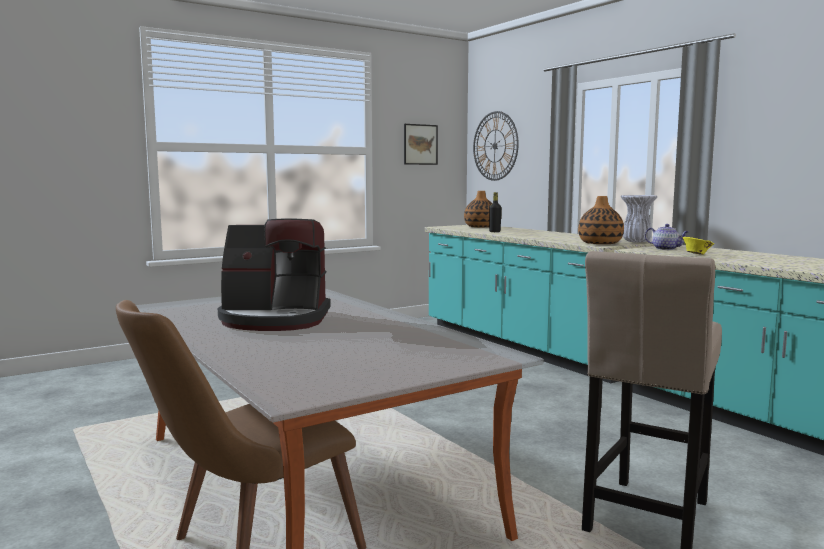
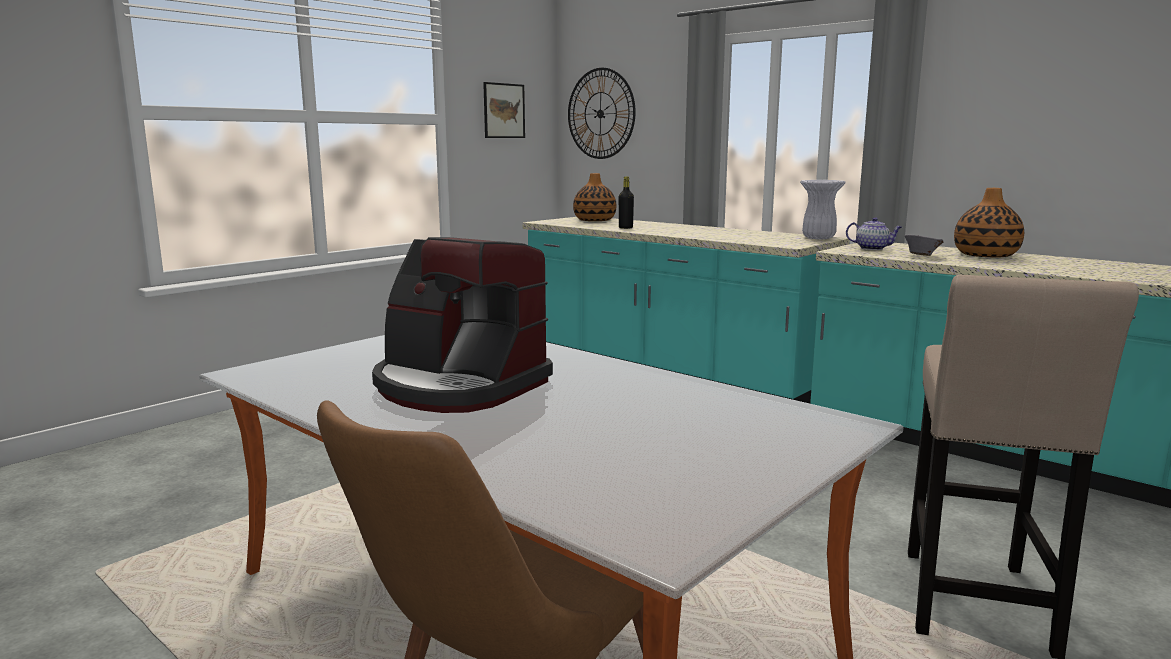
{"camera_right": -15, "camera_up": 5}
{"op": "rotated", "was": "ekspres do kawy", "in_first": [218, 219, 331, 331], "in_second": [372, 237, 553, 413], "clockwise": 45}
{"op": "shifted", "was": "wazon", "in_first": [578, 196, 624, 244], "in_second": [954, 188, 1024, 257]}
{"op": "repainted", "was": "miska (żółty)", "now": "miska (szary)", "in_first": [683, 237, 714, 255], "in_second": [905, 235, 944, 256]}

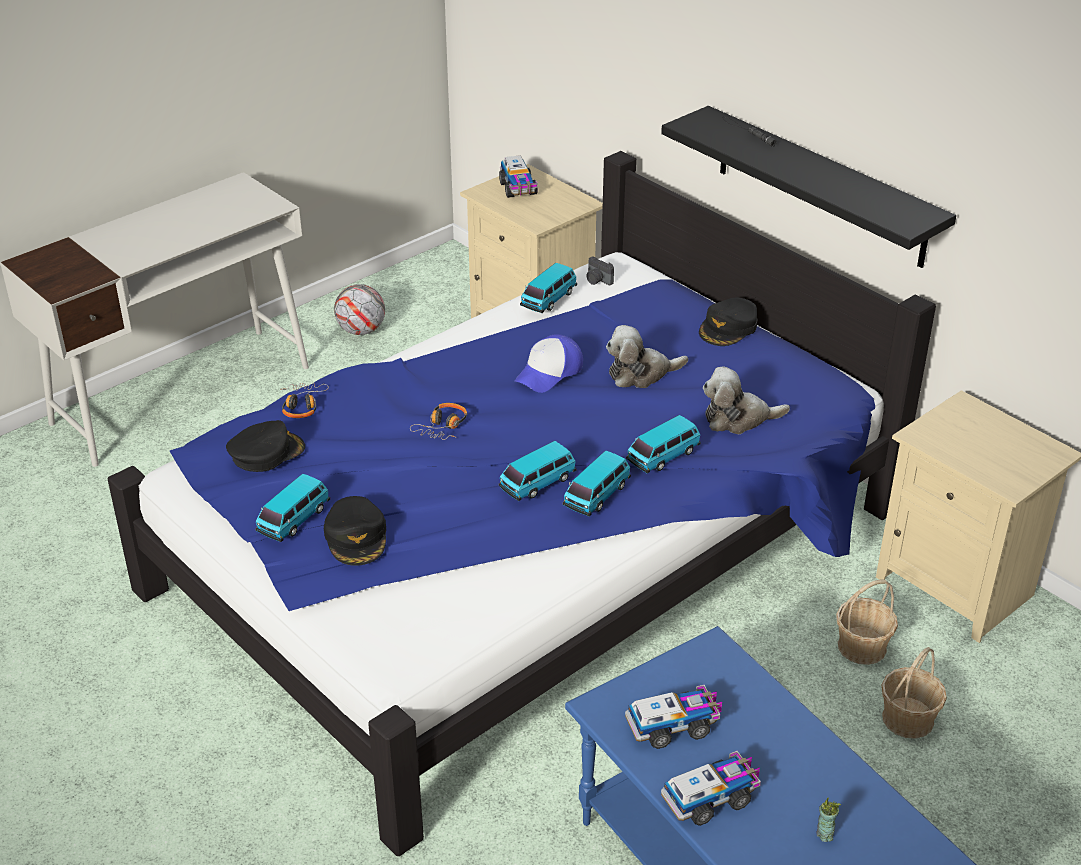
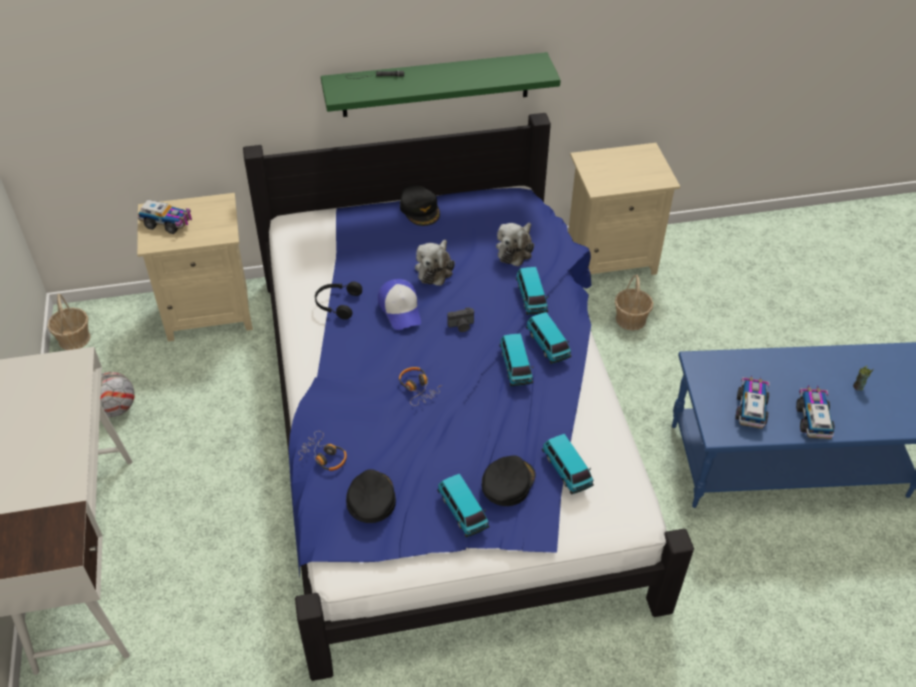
{"camera_right": -60, "camera_up": 10}
{"op": "rotated", "was": "czapka z daszkiem (czarny)", "in_first": [324, 496, 386, 566], "in_second": [482, 455, 536, 506], "clockwise": -75}
{"op": "shifted", "was": "samochodzik", "in_first": [520, 263, 577, 313], "in_second": [542, 434, 594, 495]}
{"op": "shifted", "was": "aparat fotograficzny", "in_first": [586, 257, 614, 285], "in_second": [448, 307, 474, 332]}
{"op": "repainted", "was": "półka (czarny)", "now": "półka (zielony)", "in_first": [661, 106, 956, 268], "in_second": [321, 52, 561, 117]}
{"op": "shifted", "was": "koszyk", "in_first": [881, 647, 947, 739], "in_second": [48, 294, 91, 350]}
{"op": "new", "now": "słuchawki (czarny)", "in_second": [315, 281, 362, 320]}

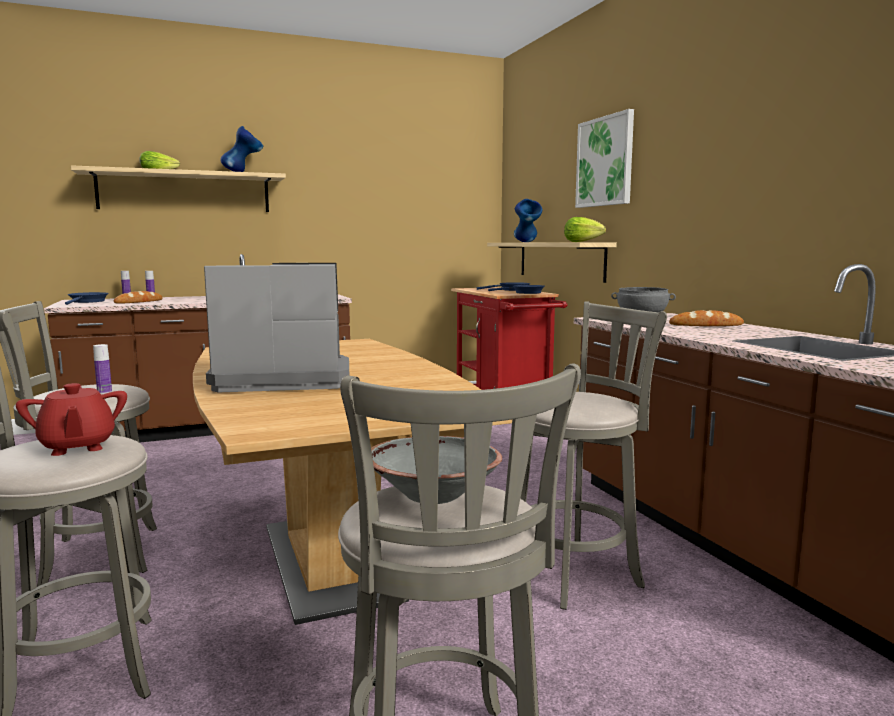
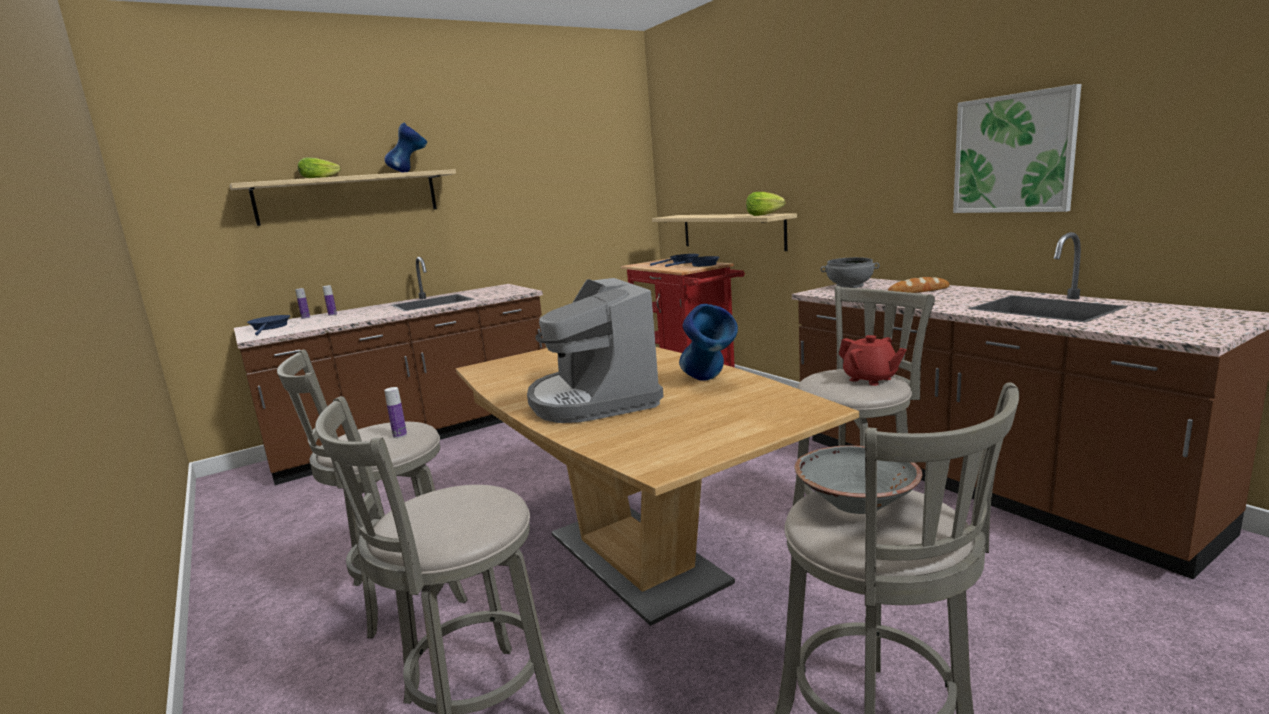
{"camera_right": -10, "camera_up": 5}
{"op": "shifted", "was": "imbryk (czerwony)", "in_first": [16, 383, 127, 456], "in_second": [839, 335, 907, 386]}
{"op": "gone", "was": "chleb", "in_first": [114, 291, 163, 304]}
{"op": "rotated", "was": "ekspres do kawy", "in_first": [204, 263, 349, 392], "in_second": [527, 278, 664, 423], "clockwise": -90}
{"op": "shifted", "was": "wazon (niebieski)", "in_first": [514, 199, 542, 242], "in_second": [679, 304, 738, 381]}
{"op": "shifted", "was": "obraz", "in_first": [575, 109, 634, 208], "in_second": [953, 84, 1081, 213]}

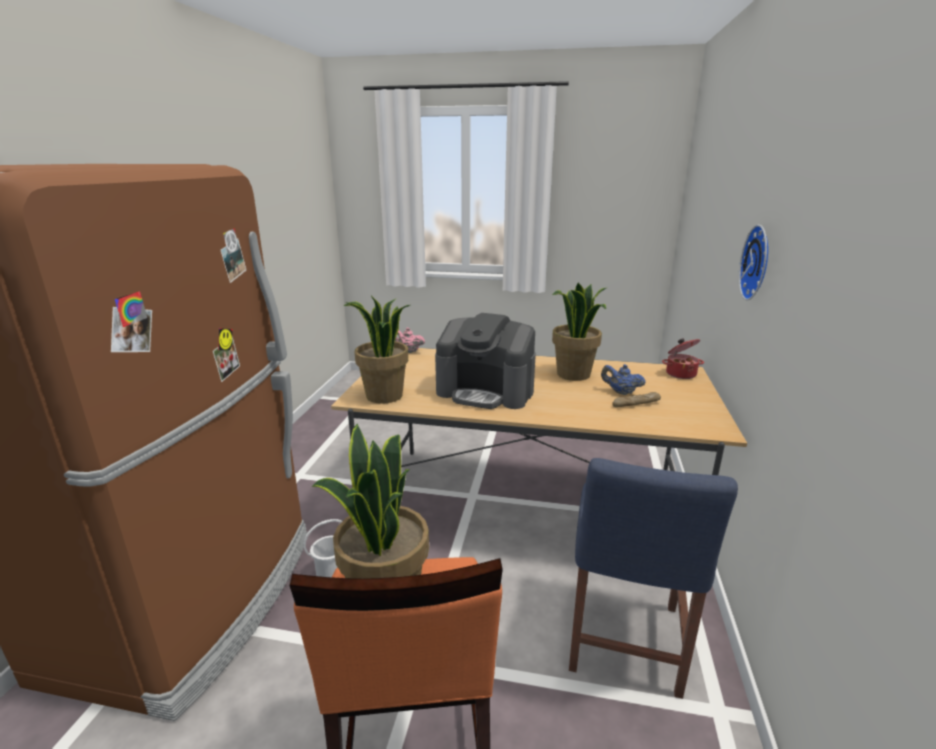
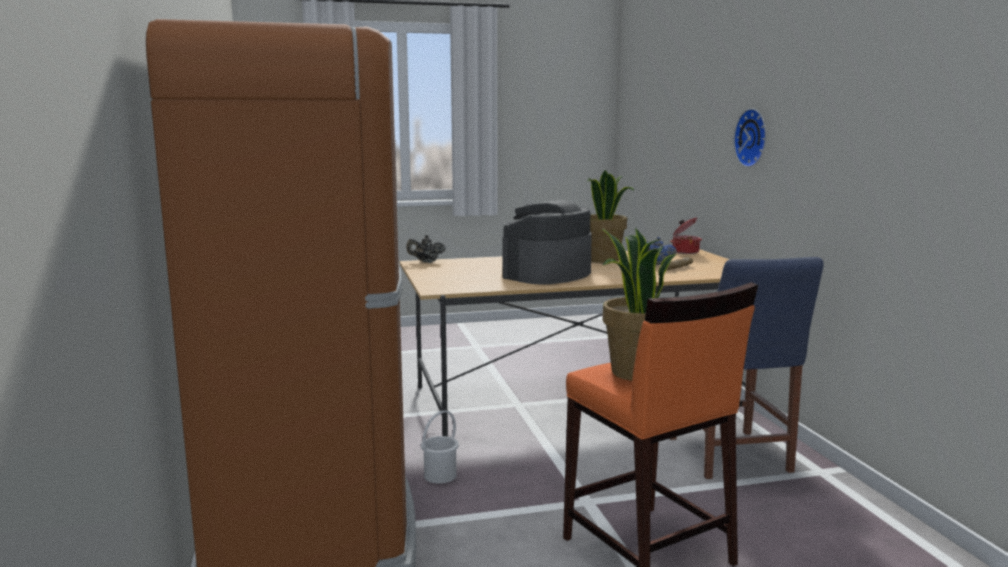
{"camera_right": -25, "camera_up": -10}
{"op": "gone", "was": "roślina doniczkowa", "in_first": [343, 296, 410, 404]}
{"op": "repainted", "was": "imbryk (różowy)", "now": "imbryk (czarny)", "in_first": [395, 327, 425, 353], "in_second": [406, 235, 446, 263]}
{"op": "rotated", "was": "ekspres do kawy", "in_first": [435, 313, 536, 409], "in_second": [503, 200, 592, 284], "clockwise": 135}

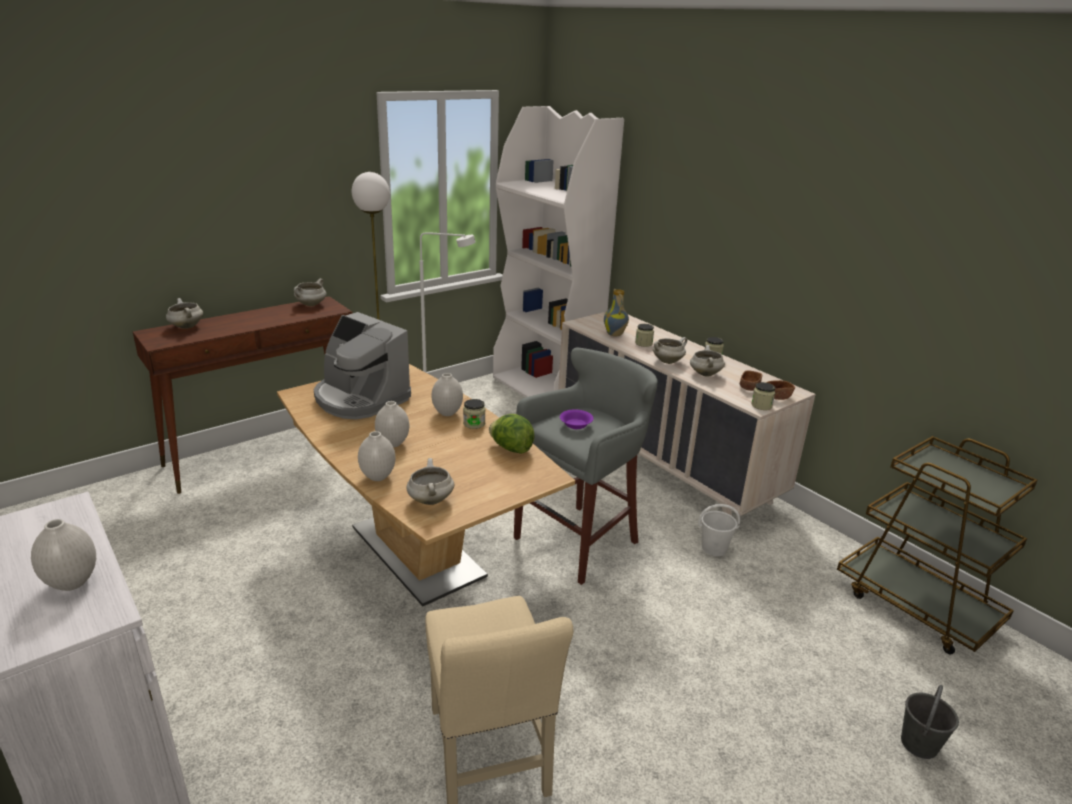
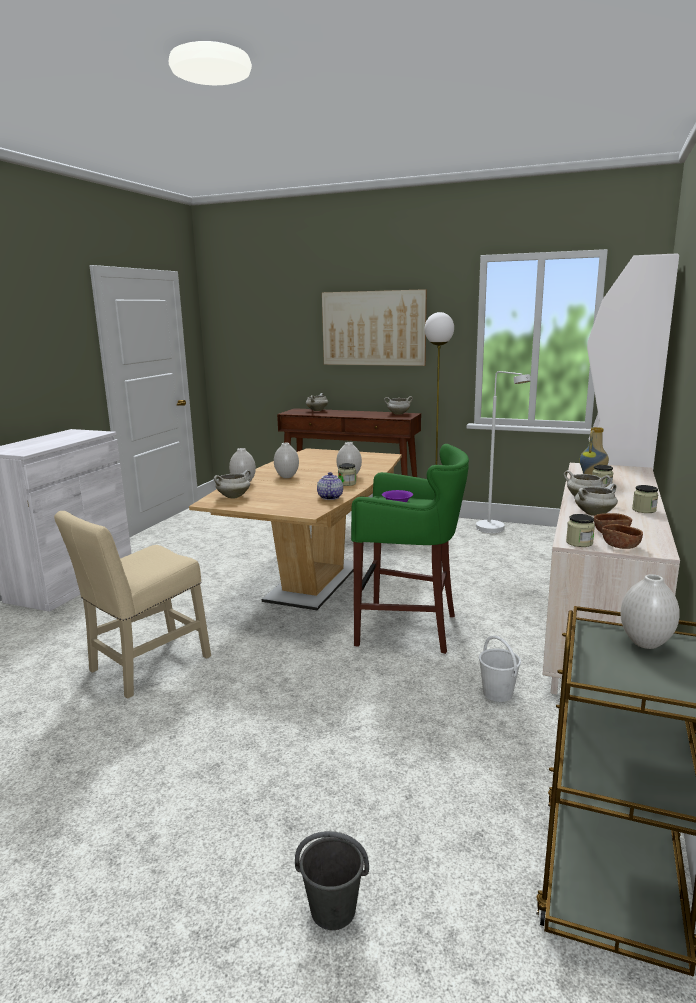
{"camera_right": 60, "camera_up": -10}
{"op": "shifted", "was": "wazon (biały)", "in_first": [31, 519, 96, 591], "in_second": [620, 574, 680, 649]}
{"op": "gone", "was": "ekspres do kawy", "in_first": [314, 312, 411, 420]}
{"op": "swapped", "was": "sałata", "now": "imbryk", "in_first": [489, 414, 535, 454], "in_second": [317, 472, 343, 500]}
{"op": "repainted", "was": "stołek (szary)", "now": "stołek (zielony)", "in_first": [514, 348, 658, 585], "in_second": [351, 444, 469, 654]}
{"op": "new", "now": "obraz", "in_second": [322, 289, 427, 366]}

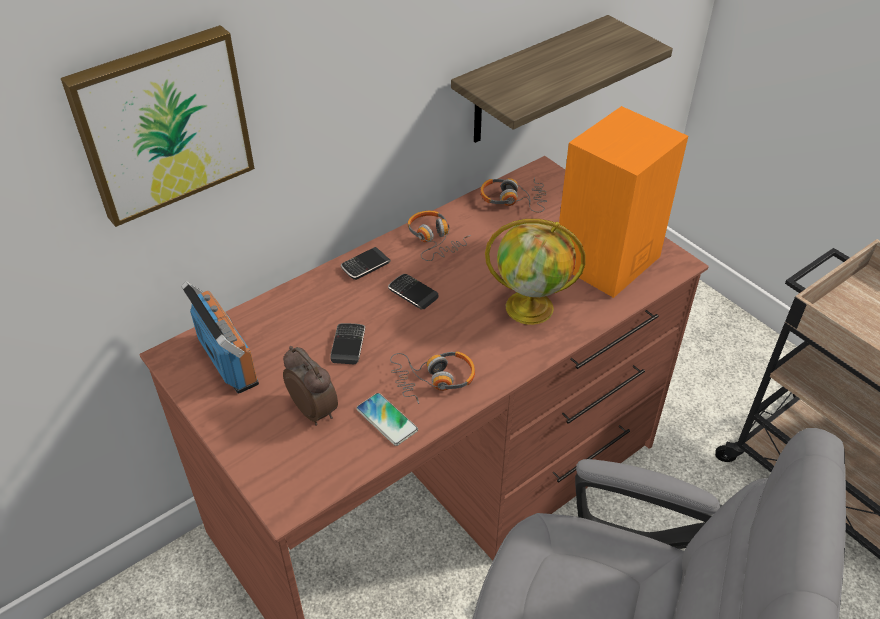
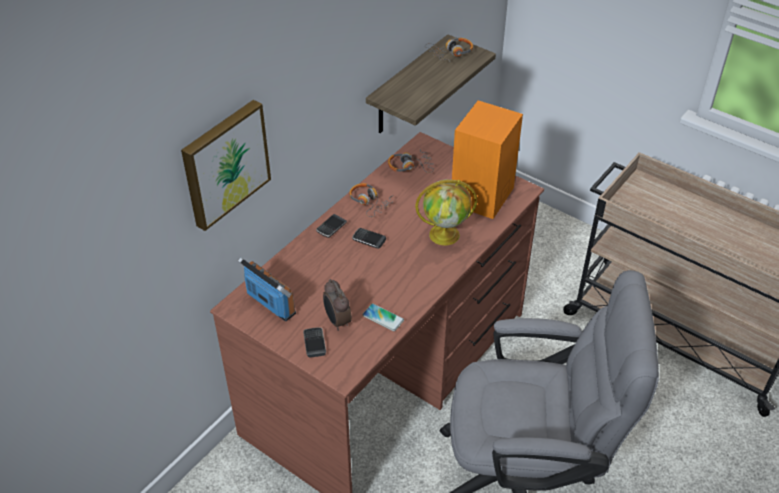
{"camera_right": -15, "camera_up": 0}
{"op": "rotated", "was": "budzik", "in_first": [283, 346, 338, 425], "in_second": [323, 279, 352, 331], "clockwise": -150}
{"op": "shifted", "was": "telefon", "in_first": [330, 323, 365, 364], "in_second": [303, 327, 326, 358]}
{"op": "shifted", "was": "słuchawki", "in_first": [390, 351, 475, 404], "in_second": [425, 38, 473, 61]}

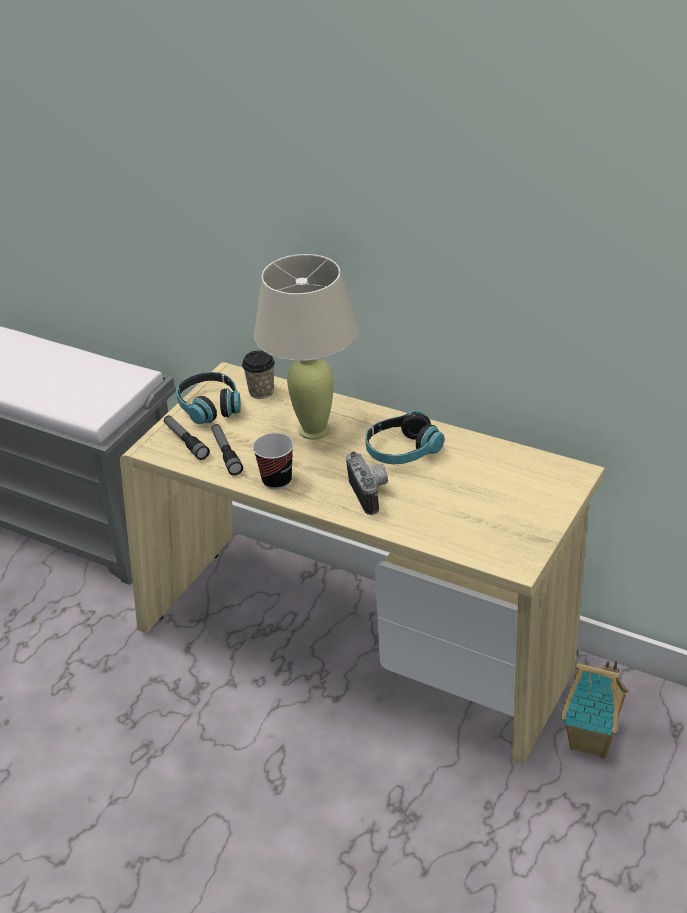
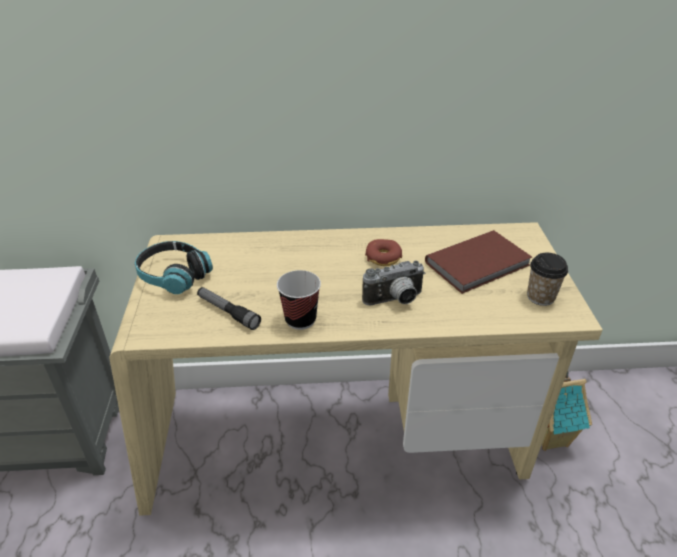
{"camera_right": -35, "camera_up": 0}
{"op": "gone", "was": "latarka", "in_first": [164, 415, 210, 460]}
{"op": "shifted", "was": "filiżanka", "in_first": [242, 350, 275, 399], "in_second": [527, 253, 568, 306]}
{"op": "gone", "was": "lampa stołowa (beżowy)", "in_first": [254, 254, 358, 440]}
{"op": "rotated", "was": "aparat fotograficzny", "in_first": [346, 451, 388, 515], "in_second": [362, 260, 425, 305], "clockwise": 120}
{"op": "swapped", "was": "słuchawki", "now": "donut", "in_first": [365, 410, 445, 464], "in_second": [365, 239, 402, 266]}
{"op": "new", "now": "książka (brązowy)", "in_second": [425, 230, 532, 294]}

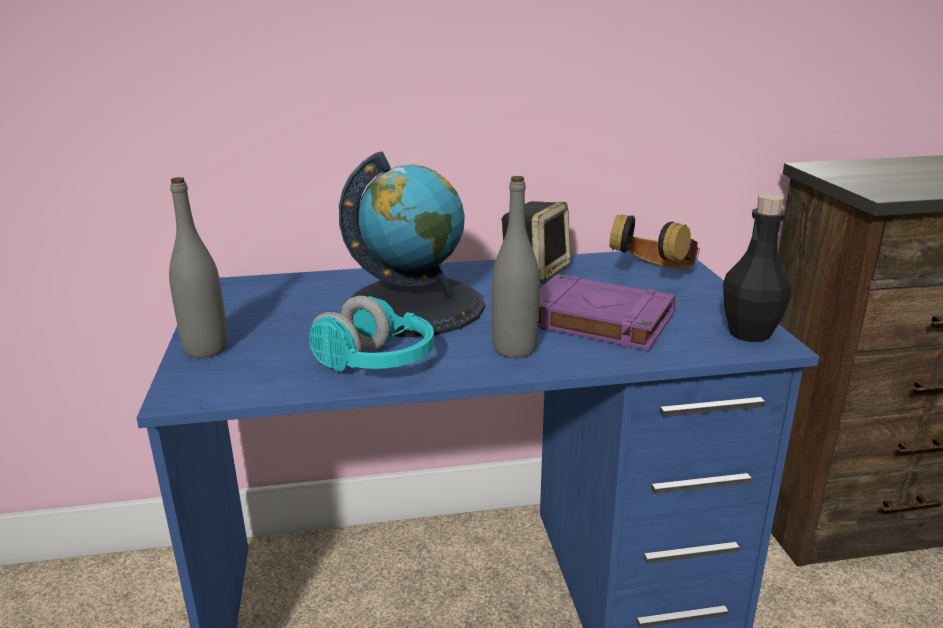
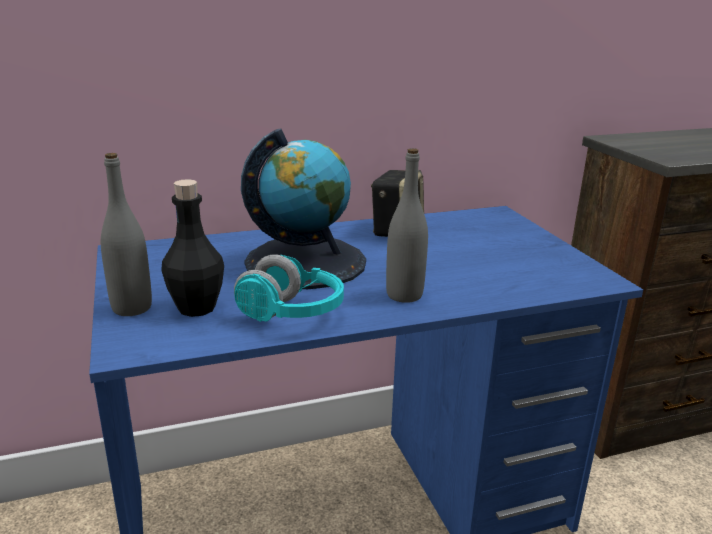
{"camera_right": -10, "camera_up": 0}
{"op": "gone", "was": "książka (fioletowy)", "in_first": [538, 275, 675, 350]}
{"op": "gone", "was": "słuchawki", "in_first": [610, 214, 700, 268]}
{"op": "shifted", "was": "butelka (czarny)", "in_first": [723, 194, 791, 342], "in_second": [161, 179, 224, 317]}

